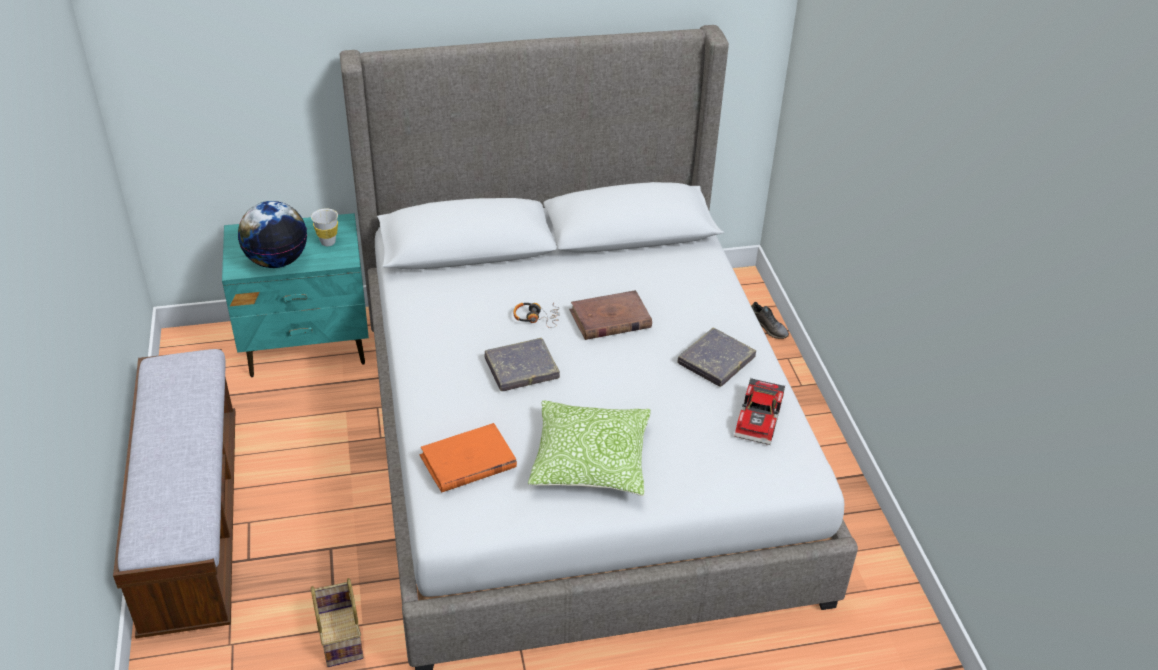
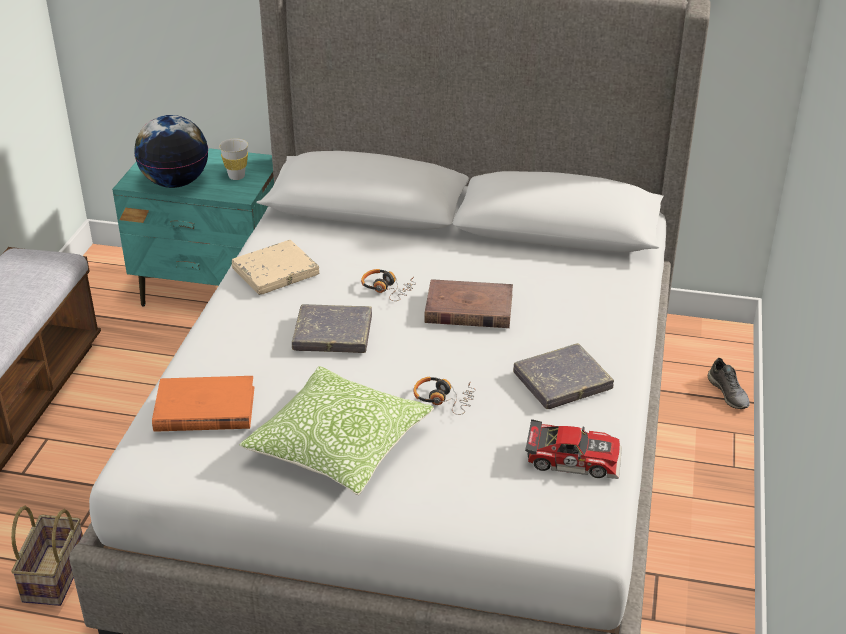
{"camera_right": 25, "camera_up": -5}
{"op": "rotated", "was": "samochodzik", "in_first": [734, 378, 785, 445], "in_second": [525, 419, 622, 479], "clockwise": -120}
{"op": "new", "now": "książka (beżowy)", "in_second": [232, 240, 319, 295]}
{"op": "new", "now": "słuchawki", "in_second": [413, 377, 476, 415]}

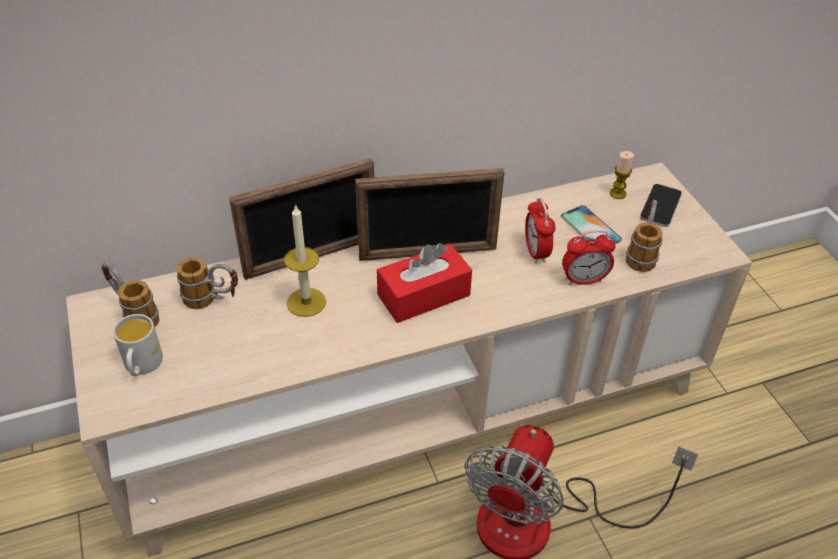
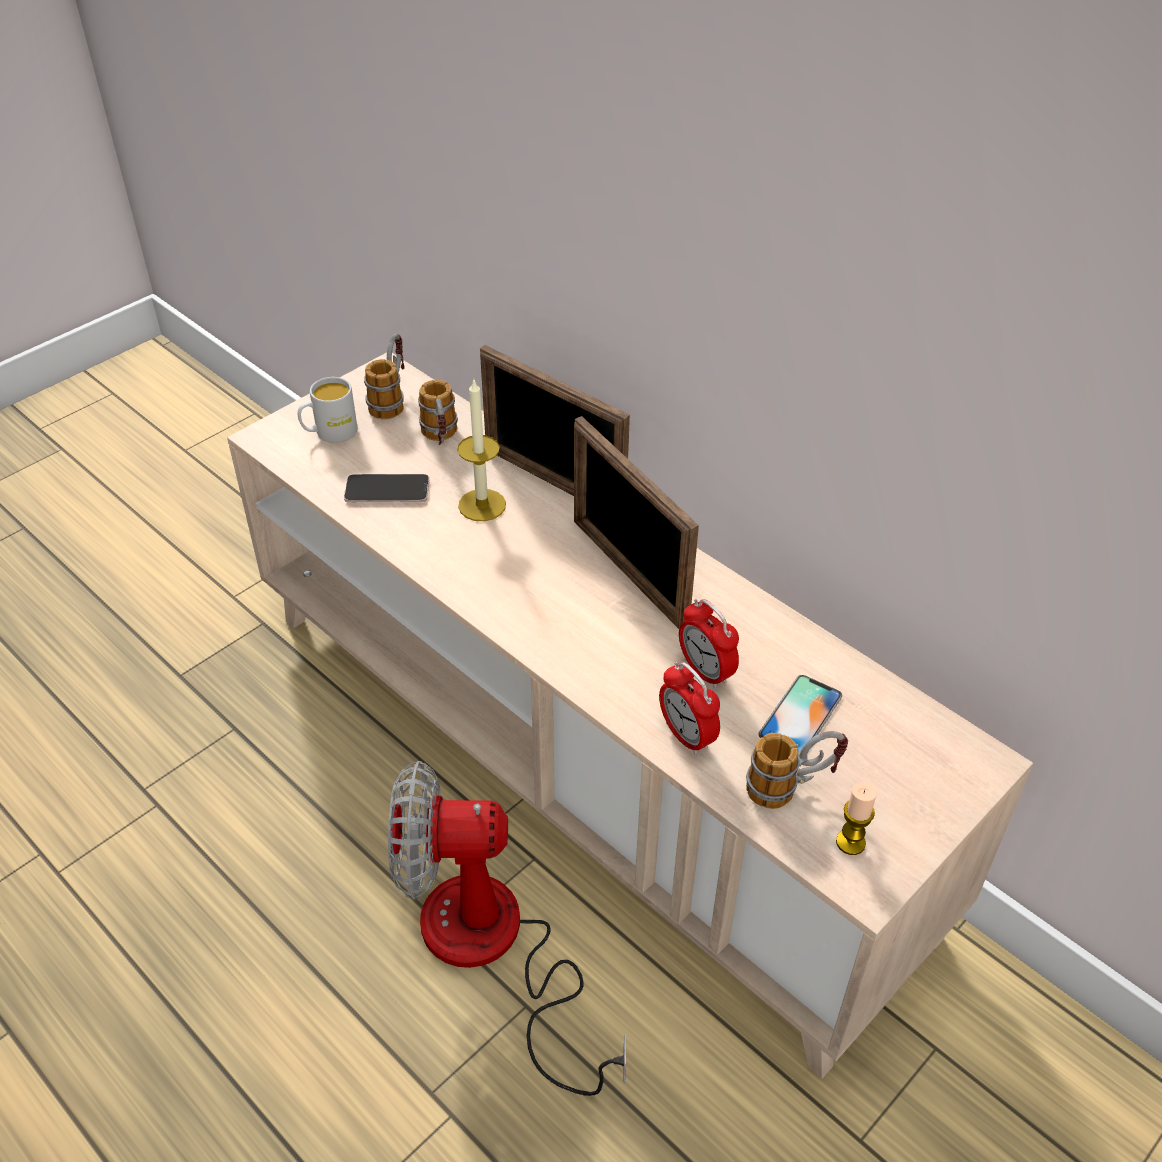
{"camera_right": 65, "camera_up": 0}
{"op": "gone", "was": "pudełko chusteczek (czerwony)", "in_first": [377, 243, 472, 323]}
{"op": "rotated", "was": "budzik", "in_first": [525, 198, 555, 264], "in_second": [679, 599, 739, 689], "clockwise": -90}
{"op": "shifted", "was": "świeca", "in_first": [610, 151, 634, 199], "in_second": [836, 783, 877, 855]}
{"op": "shifted", "was": "telefon", "in_first": [640, 184, 682, 227], "in_second": [344, 474, 429, 503]}

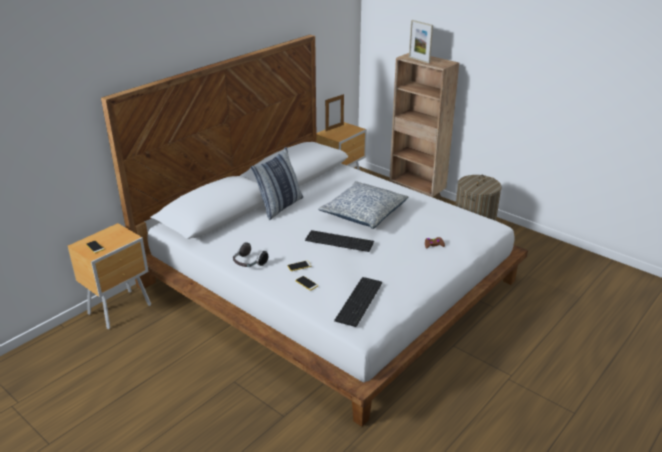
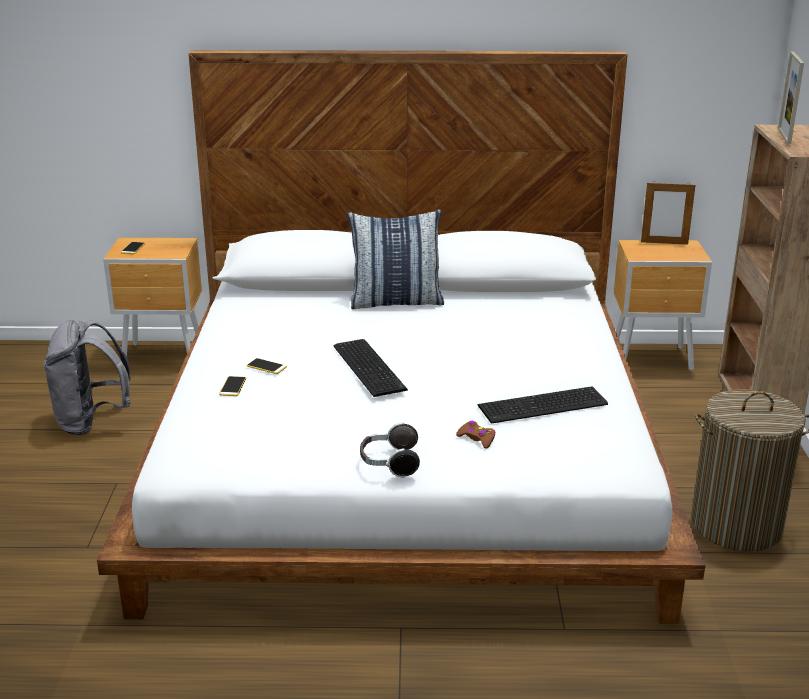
{"camera_right": 50, "camera_up": -5}
{"op": "shifted", "was": "słuchawki", "in_first": [233, 243, 268, 267], "in_second": [360, 422, 420, 478]}
{"op": "gone", "was": "poduszka", "in_first": [318, 181, 408, 229]}
{"op": "shifted", "was": "klawiatura", "in_first": [334, 277, 382, 327], "in_second": [478, 387, 608, 424]}
{"op": "new", "now": "plecak (szary)", "in_second": [43, 320, 131, 435]}

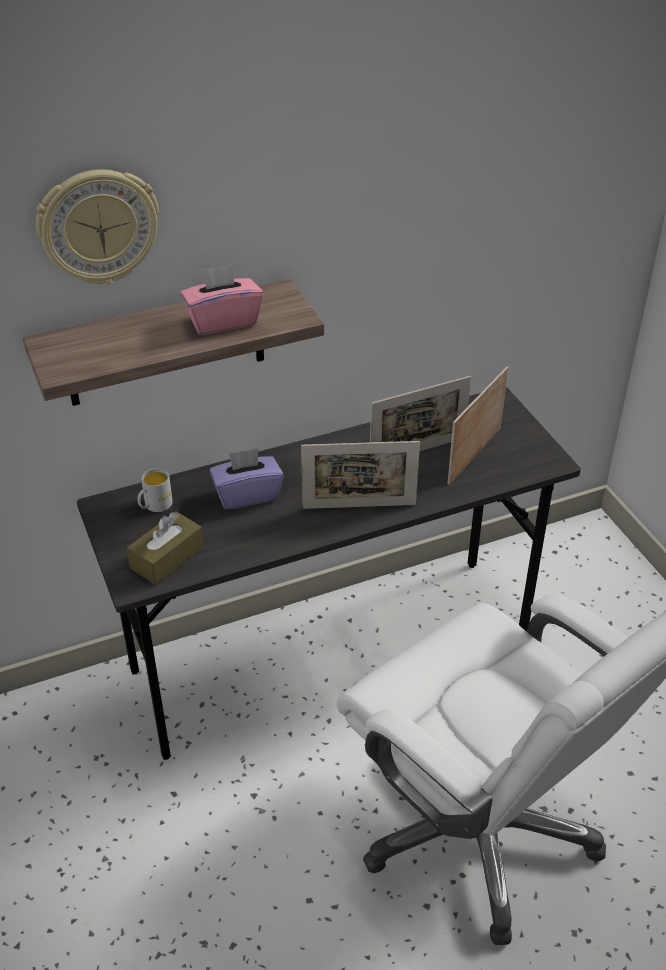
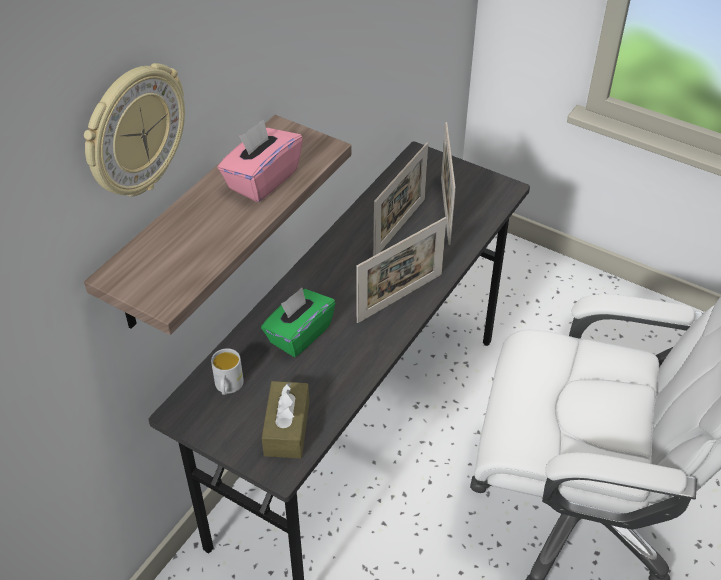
{"camera_right": -35, "camera_up": 5}
{"op": "repainted", "was": "pudełko chusteczek (fioletowy)", "now": "pudełko chusteczek (zielony)", "in_first": [209, 448, 284, 510], "in_second": [261, 288, 336, 357]}

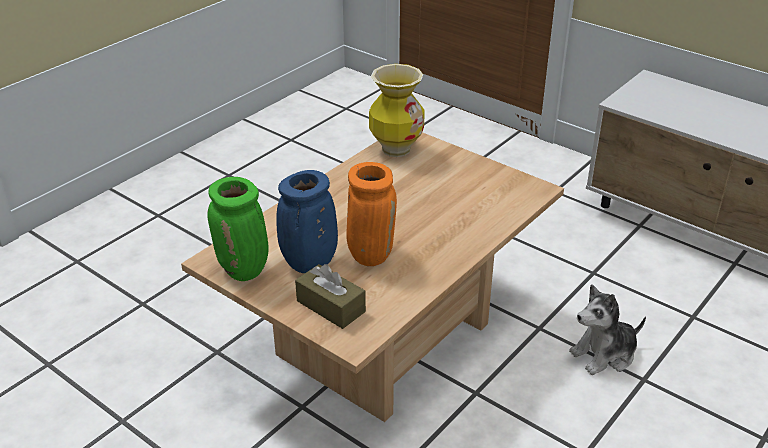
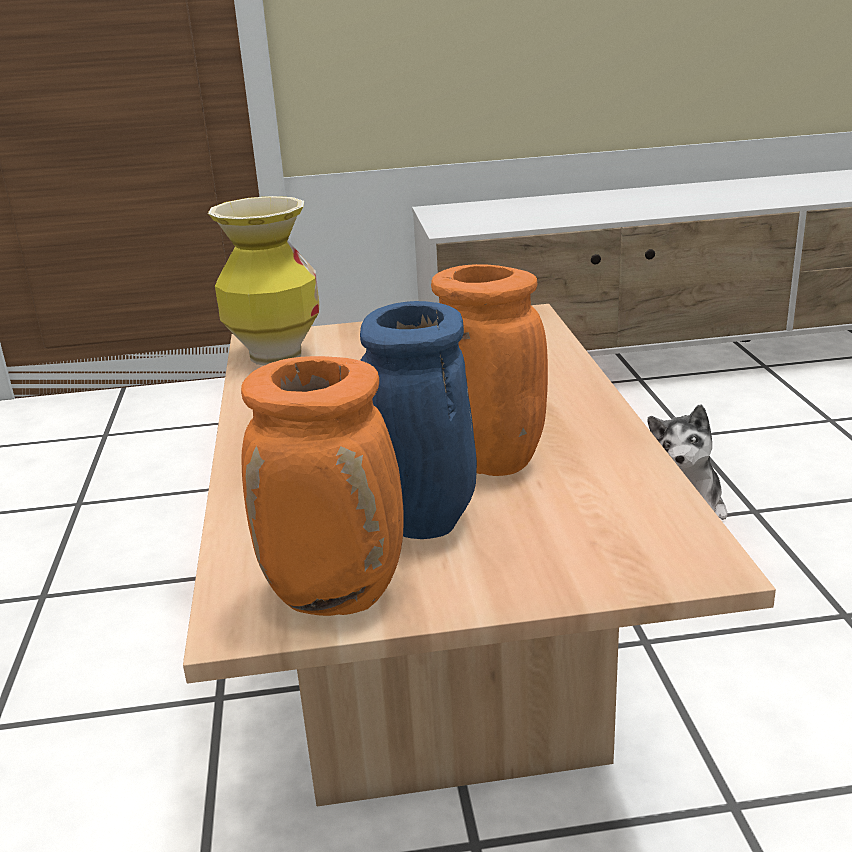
{"camera_right": -45, "camera_up": -10}
{"op": "repainted", "was": "wazon (zielony)", "now": "wazon (pomarańczowy)", "in_first": [207, 177, 268, 281], "in_second": [241, 356, 403, 616]}
{"op": "gone", "was": "pudełko chusteczek (brązowy)", "in_first": [295, 264, 366, 329]}

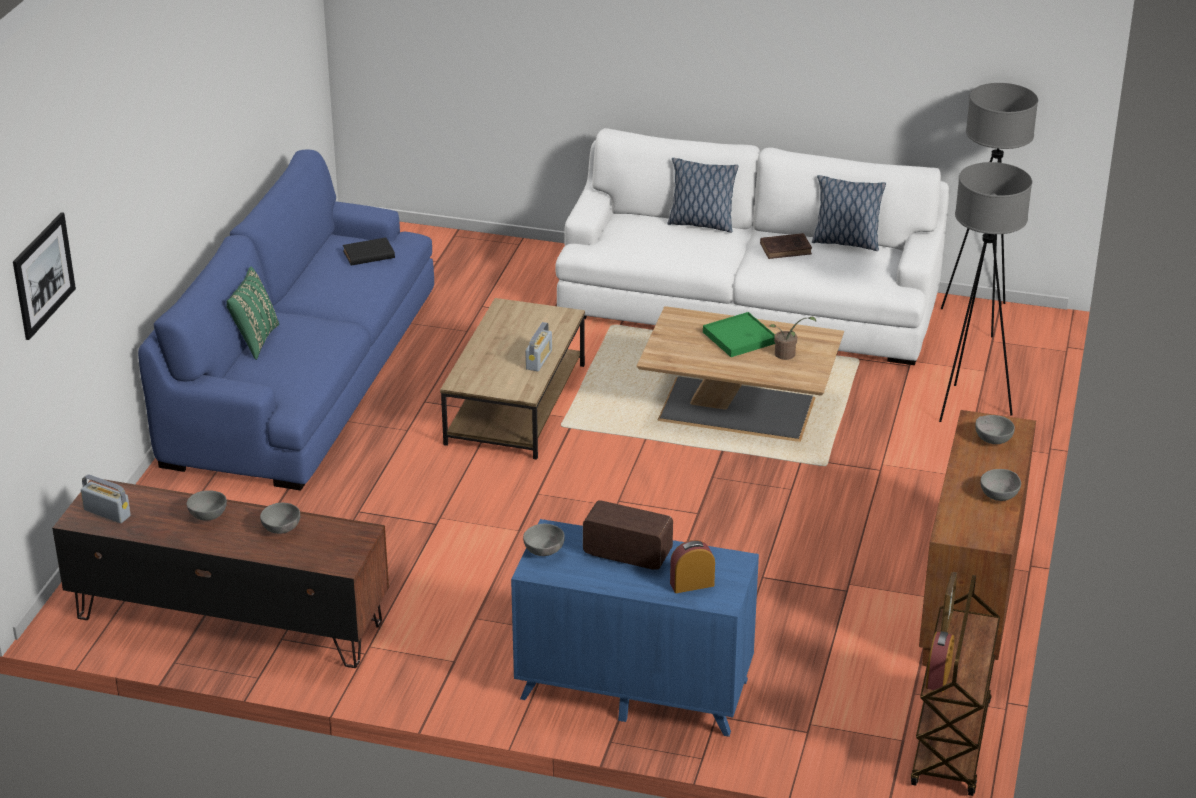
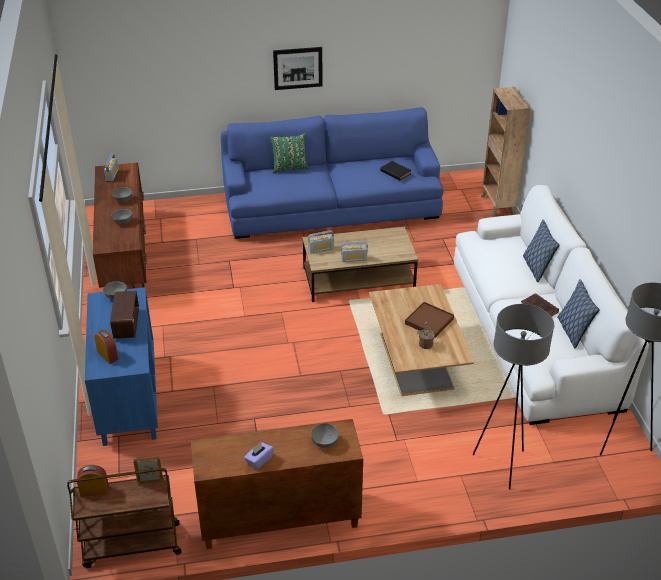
{"camera_right": 65, "camera_up": 5}
{"op": "shifted", "was": "obraz", "in_first": [13, 212, 76, 340], "in_second": [273, 47, 323, 90]}
{"op": "repainted", "was": "taca (zielony)", "now": "taca (brązowy)", "in_first": [703, 312, 775, 357], "in_second": [405, 302, 454, 338]}
{"op": "swapped", "was": "miska (szary)", "now": "pudełko chusteczek (fioletowy)", "in_first": [980, 469, 1021, 501], "in_second": [244, 442, 274, 470]}
{"op": "new", "now": "radio", "in_second": [308, 230, 334, 254]}
{"op": "new", "now": "regał (brązowy)", "in_second": [481, 87, 530, 217]}

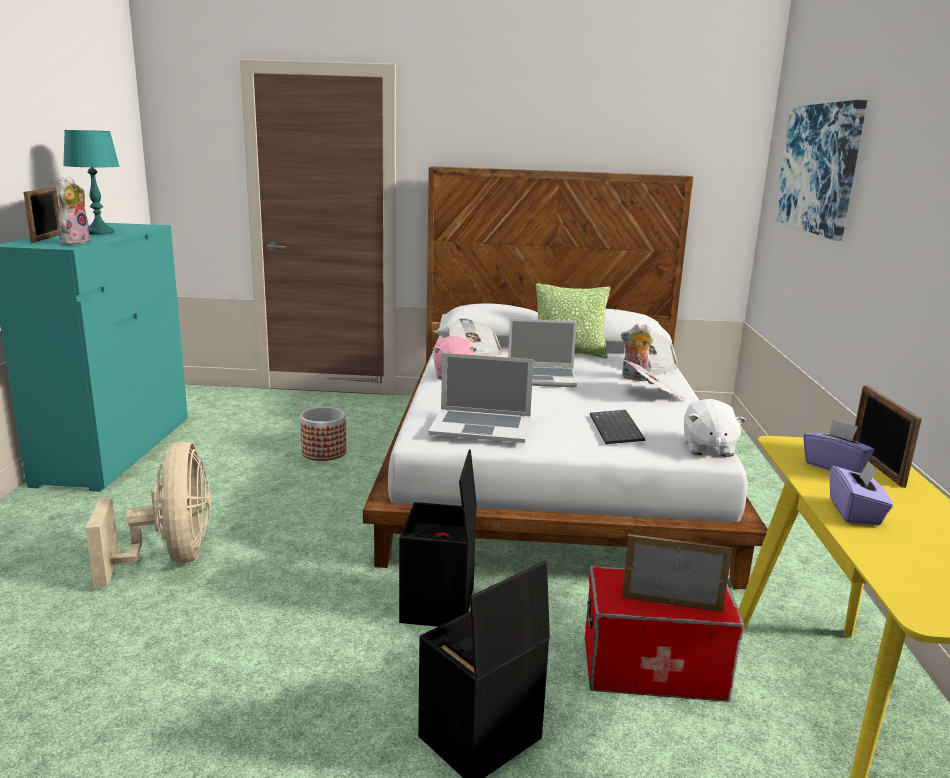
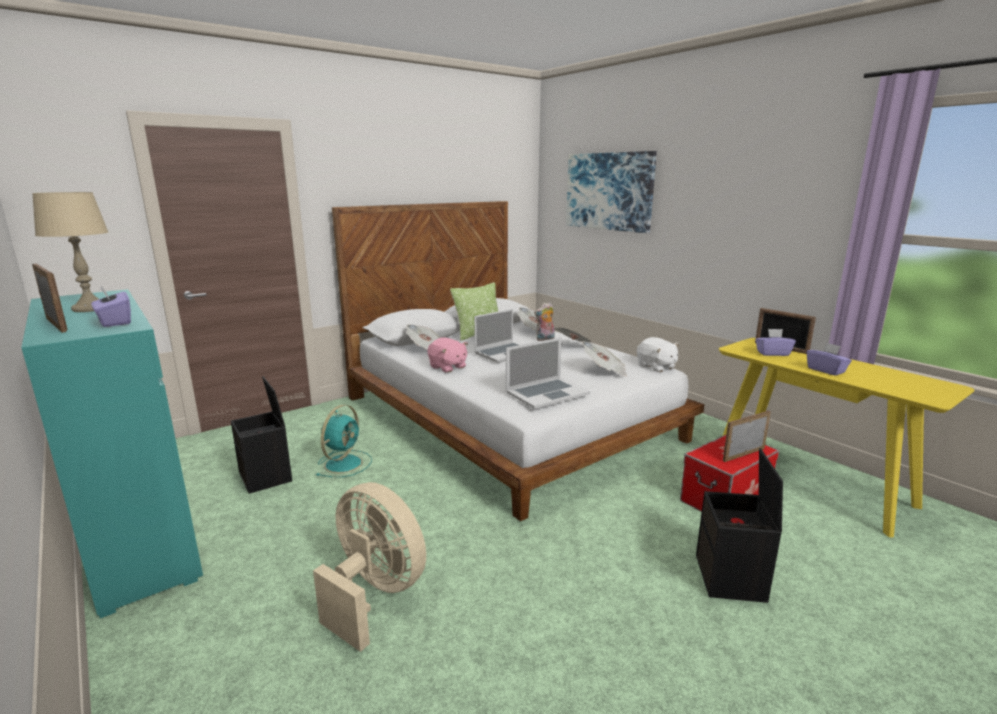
{"camera_right": -40, "camera_up": 0}
{"op": "swapped", "was": "pluszak", "now": "pudełko chusteczek (fioletowy)", "in_first": [56, 177, 90, 244], "in_second": [91, 285, 131, 327]}
{"op": "repainted", "was": "lampa stołowa (turkusowy)", "now": "lampa stołowa (beżowy)", "in_first": [63, 130, 120, 235], "in_second": [32, 192, 108, 312]}
{"op": "swapped", "was": "donica", "now": "wentylator (turkusowy)", "in_first": [300, 407, 346, 461], "in_second": [316, 405, 372, 477]}
{"op": "shifted", "was": "pojemnik do przechowywania (czarny)", "in_first": [399, 450, 477, 627], "in_second": [231, 376, 292, 494]}
{"op": "swapped", "was": "klawiatura", "now": "gazeta", "in_first": [590, 410, 645, 444], "in_second": [582, 341, 627, 376]}

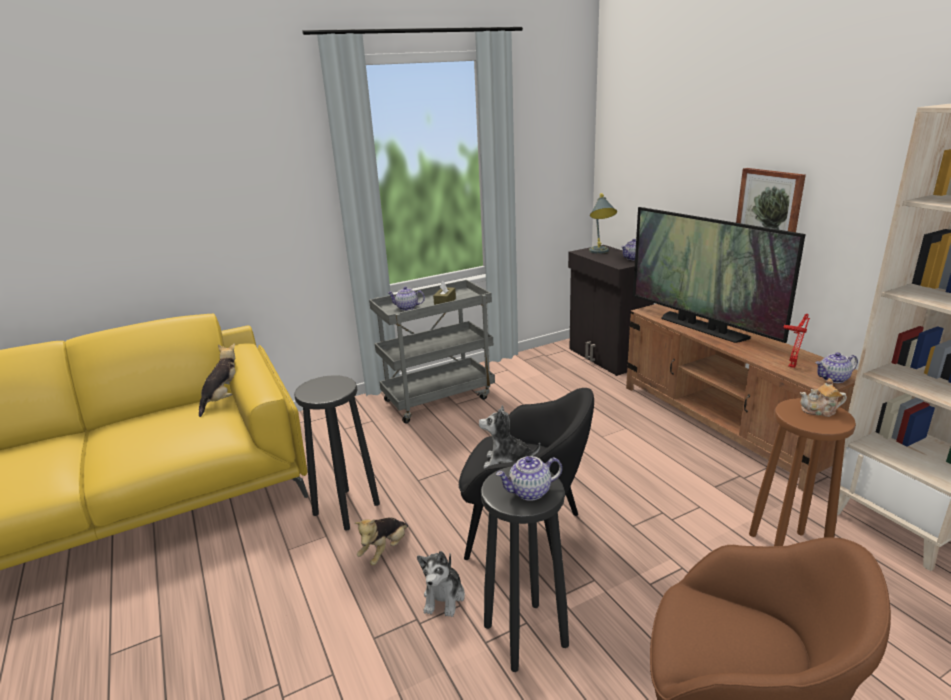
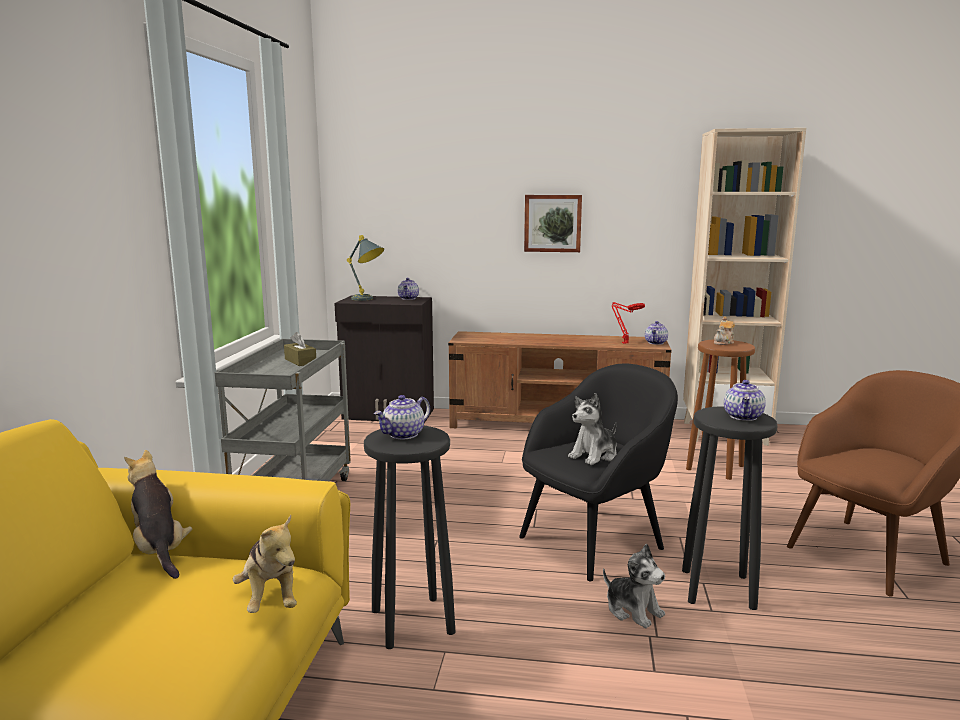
{"camera_right": -55, "camera_up": -10}
{"op": "shifted", "was": "pluszak", "in_first": [355, 517, 408, 565], "in_second": [233, 515, 297, 613]}
{"op": "shifted", "was": "imbryk", "in_first": [387, 286, 425, 310], "in_second": [374, 395, 430, 439]}
{"op": "gone", "was": "telewizor", "in_first": [633, 207, 806, 343]}

